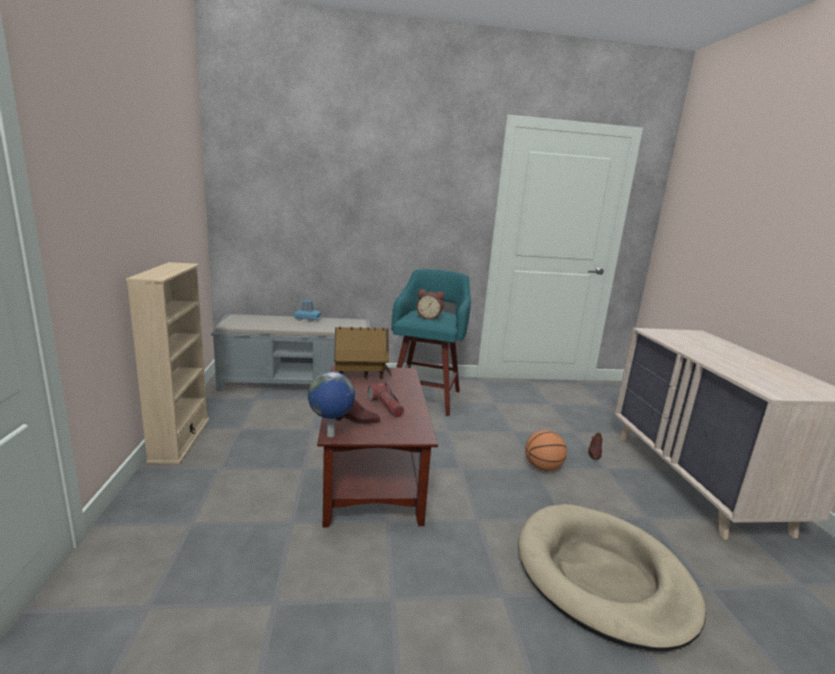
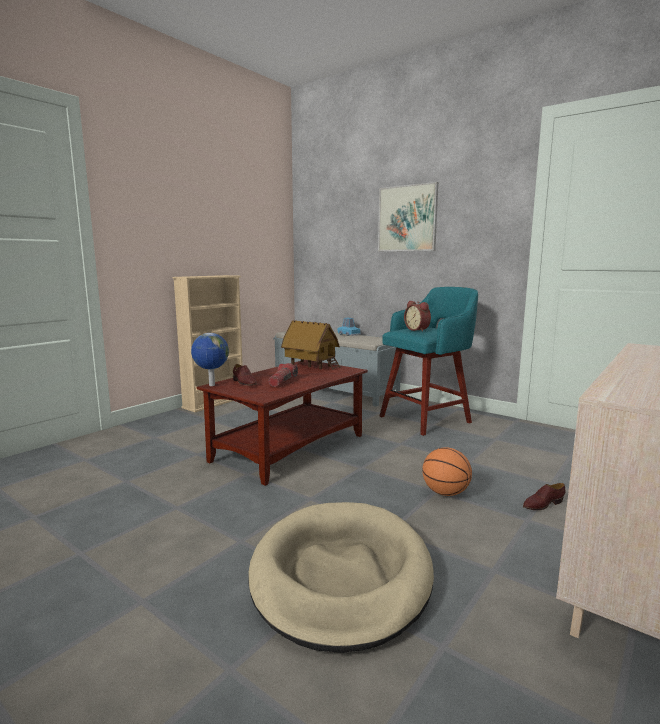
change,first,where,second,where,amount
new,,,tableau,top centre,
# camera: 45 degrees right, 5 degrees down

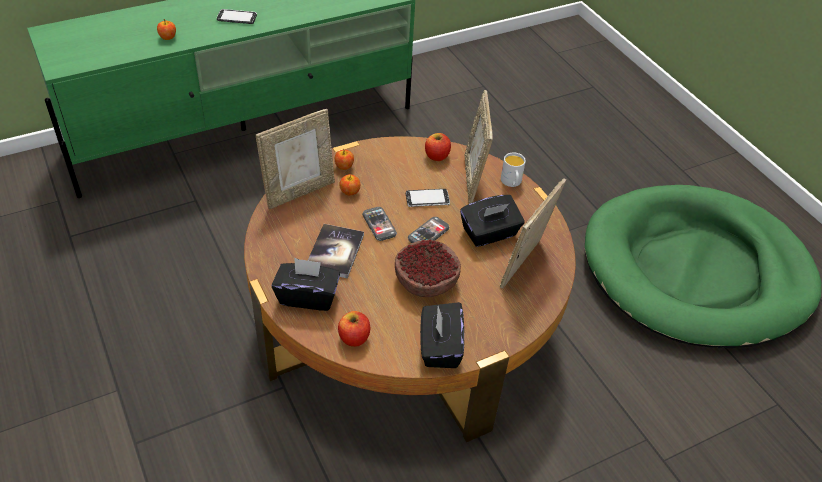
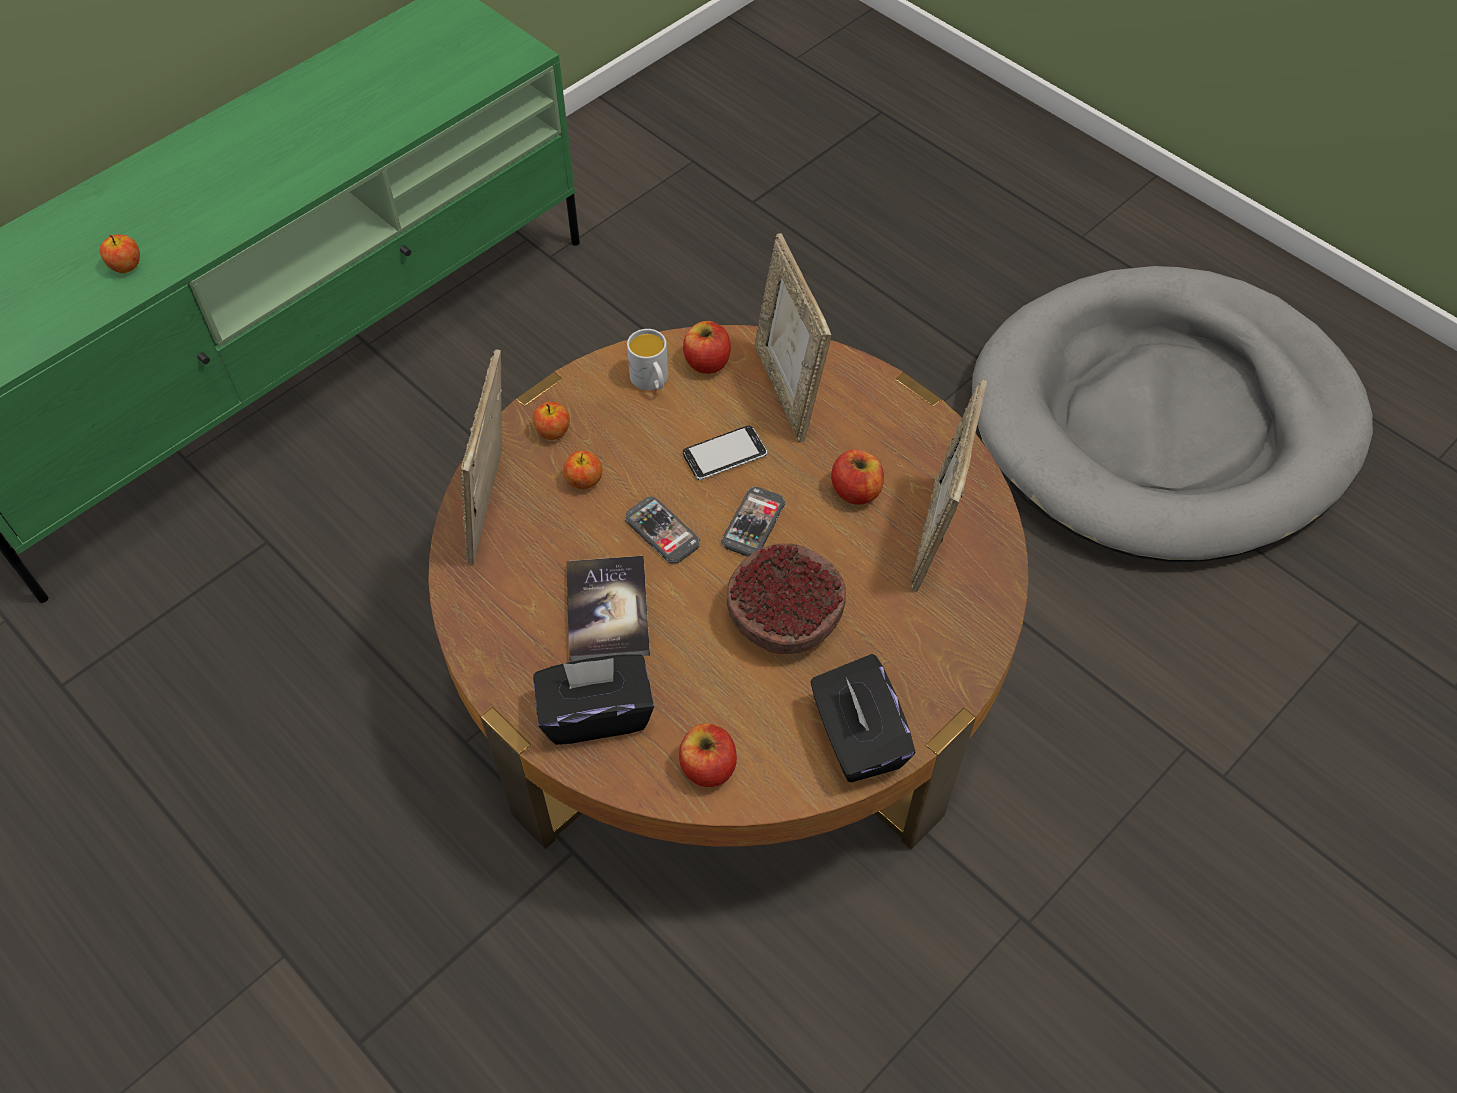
change,first,where,second,where,amount
gone,téléphone (no. 1 from left),top left,,,
rotated,cadre photo (no. 1 from left),top centre,,middle left,150 degrees clockwise
shifted,mug (blanc),centre,,top centre,
repainted,panier pour chien (vert),middle right,panier pour chien (gris),middle right,
swapped,boîte à mouchoirs (noir) (no. 3 from left),centre,pomme (no. 6 from left),centre,
# camera: 15 degrees left, 10 degrees up

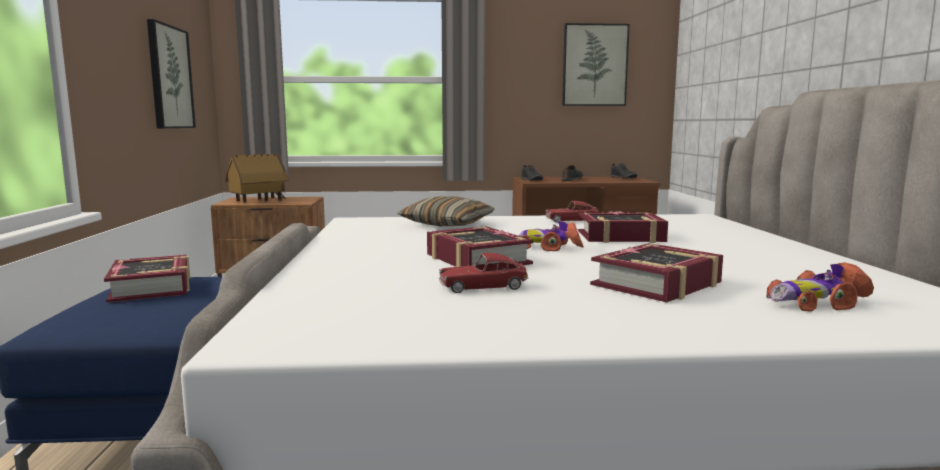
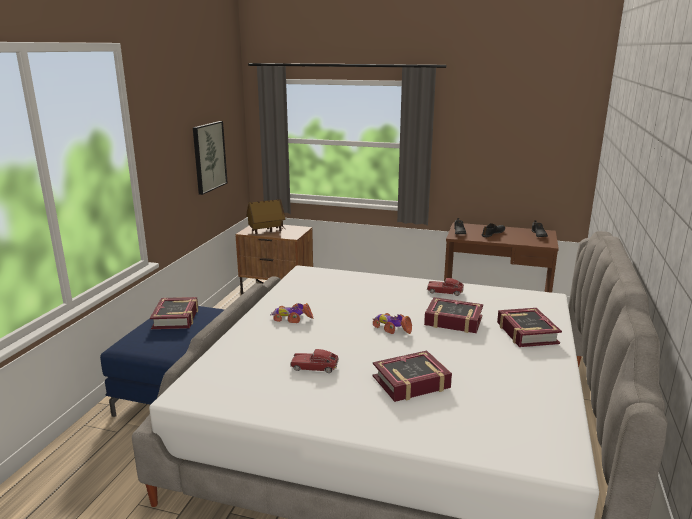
change,first,where,second,where,amount
gone,tableau (no. 2 from left),top centre,,,
gone,coussin,centre,,,
shifted,livre (no. 2 from left in the first image),centre,livre (no. 4 from left),middle right,
shifted,petite voiture (no. 4 from left in the first image),middle right,petite voiture (no. 1 from left),centre,
# camera: 20 degrees right, 10 degrees up

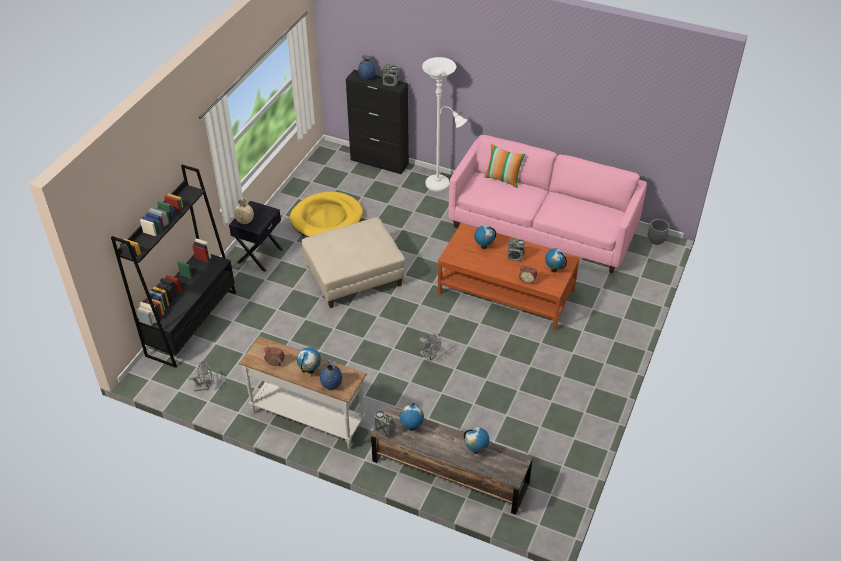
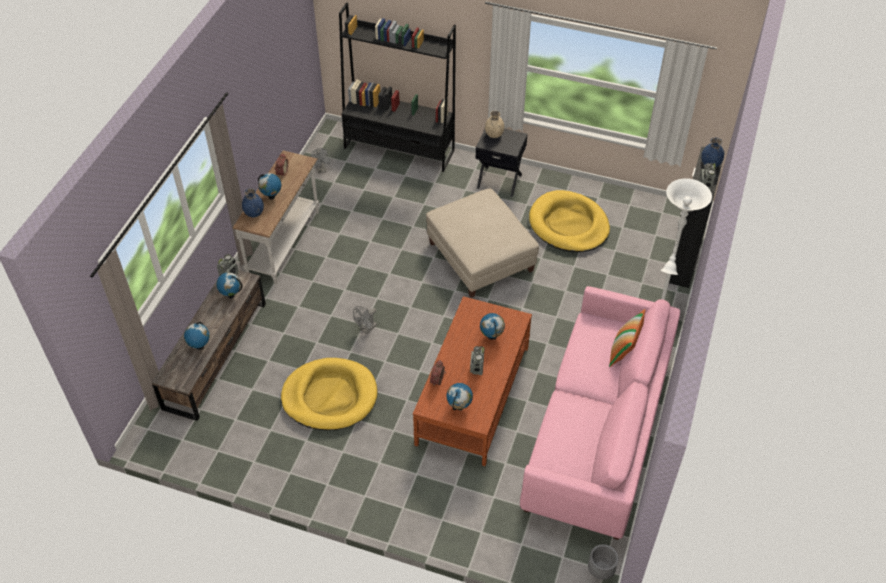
change,first,where,second,where,amount
new,,,panier pour chien (jaune) (no. 1 from left),bottom centre,
# camera: 85 degrees right, 5 degrees up

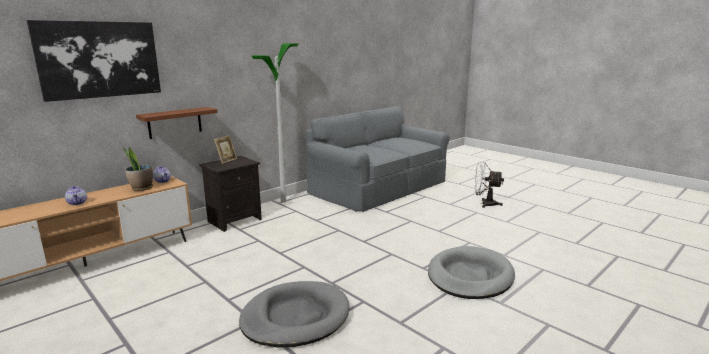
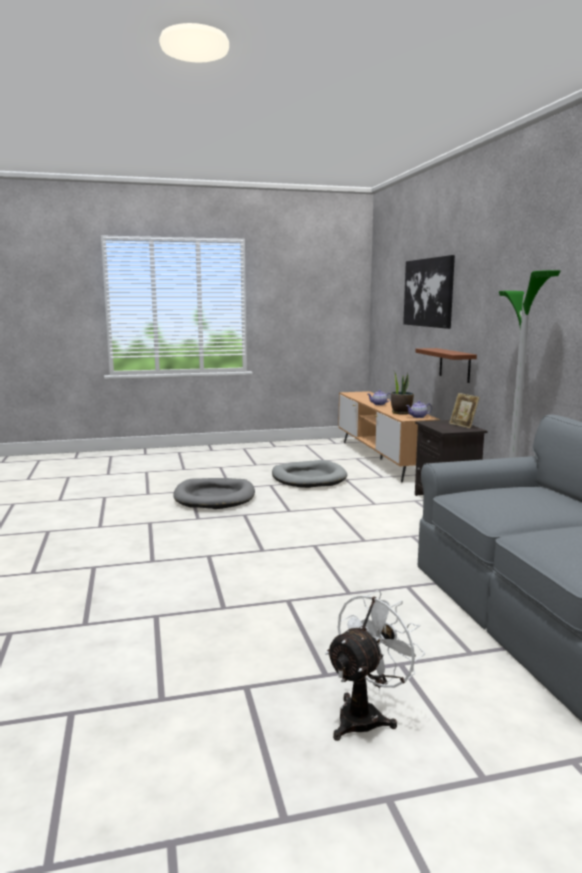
change,first,where,second,where,amount
shifted,panier pour chien (gris) (no. 2 from left),bottom centre,,centre,
# camera: 120 degrees right, 5 degrees down

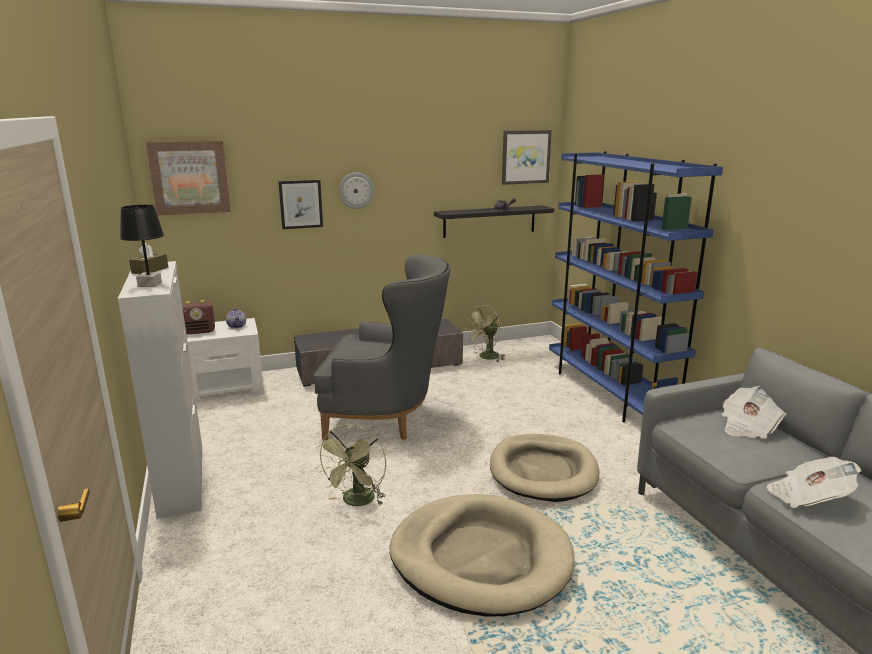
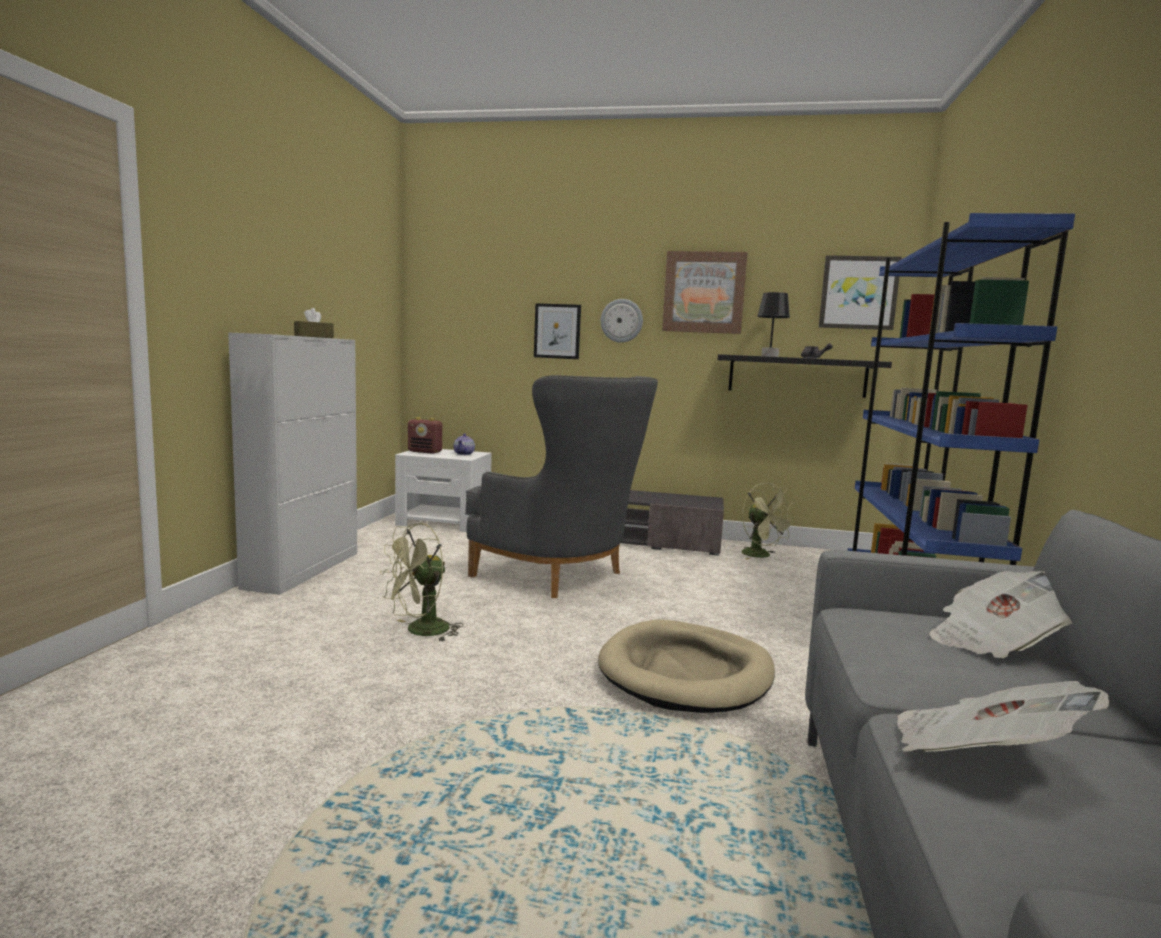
change,first,where,second,where,amount
shifted,tableau (no. 1 from left in the first image),top left,tableau (no. 2 from left),top centre,
shifted,lampe de table (noir),middle left,,centre,
rotated,ventilateur (vert) (no. 2 from left),centre,,centre,120 degrees counterclockwise
gone,panier pour chien (beige) (no. 1 from left),bottom centre,,,
# camera: 30 degrees right, 10 degrees down

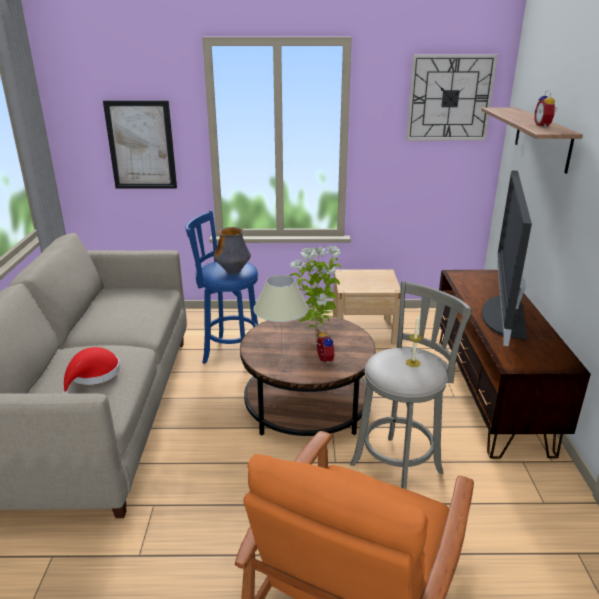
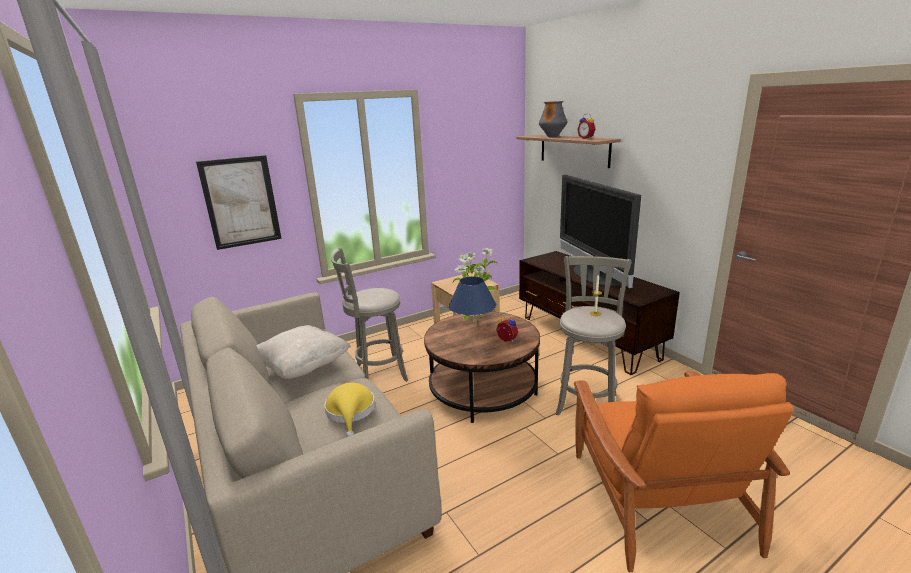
change,first,where,second,where,amount
gone,horloge murale,top right,,,
repainted,tabouret (bleu),centre,tabouret (gris) (no. 1 from left),centre,
shifted,vase,centre,,top centre,
repainted,lampe de table (beige),centre,lampe de table (bleu),centre,
repainted,chapeau (rouge),middle left,chapeau (jaune),bottom centre,
new,,,coussin (beige),middle left,
# camera: 30 degrees left, 5 degrees down

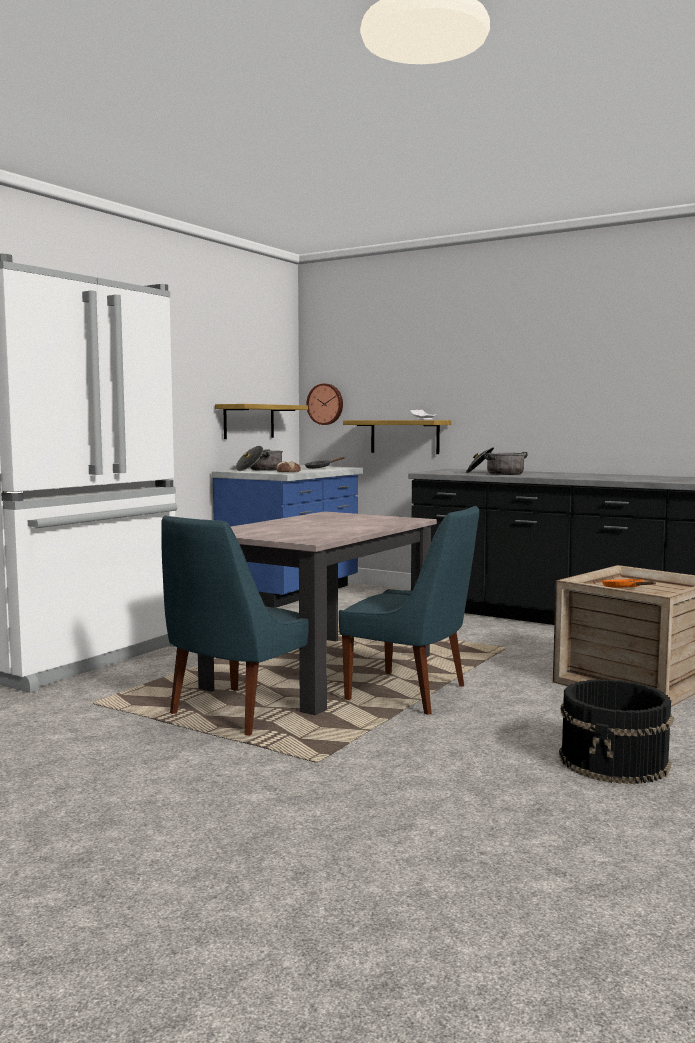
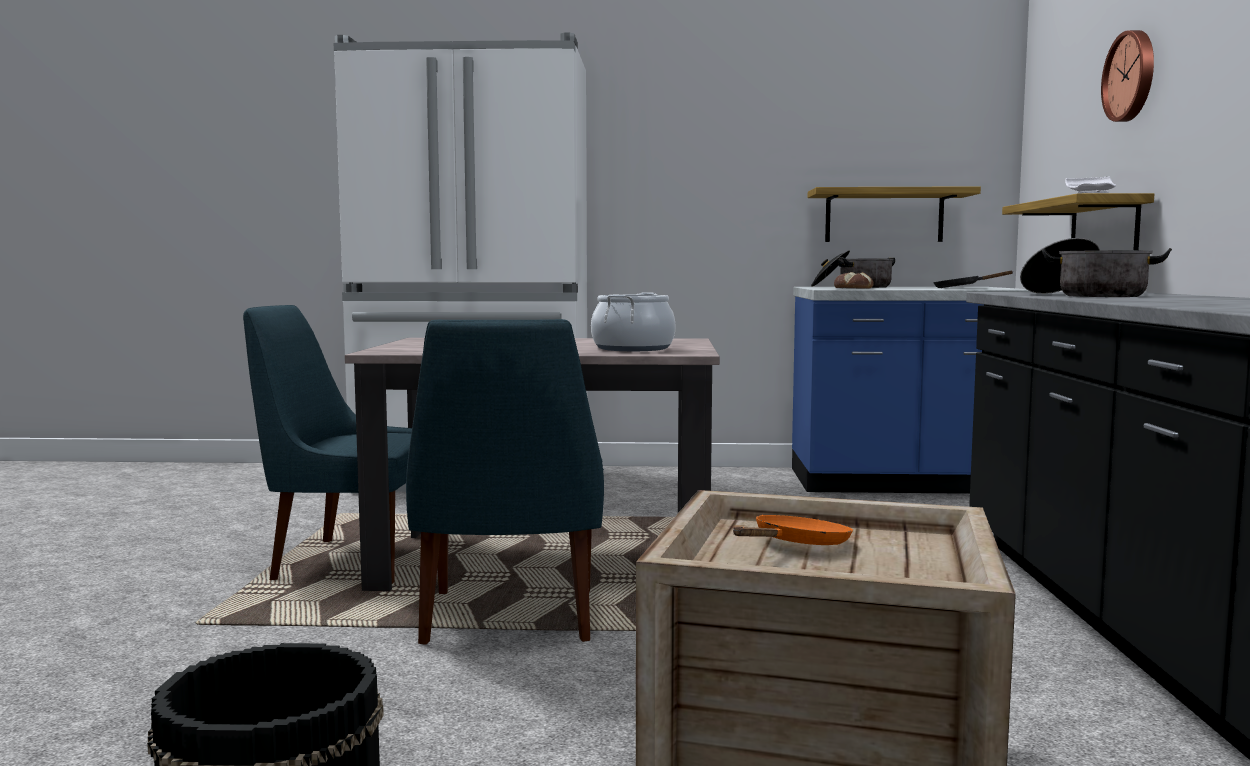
change,first,where,second,where,amount
shifted,horloge murale,centre,,top right,
new,,,marmite (no. 1 from left),centre,
# camera: 60 degrees right, 0 degrees up

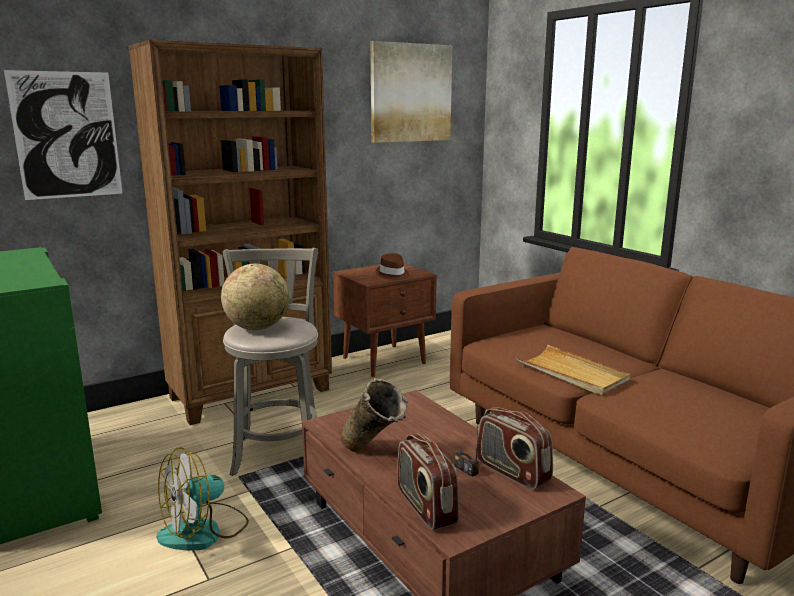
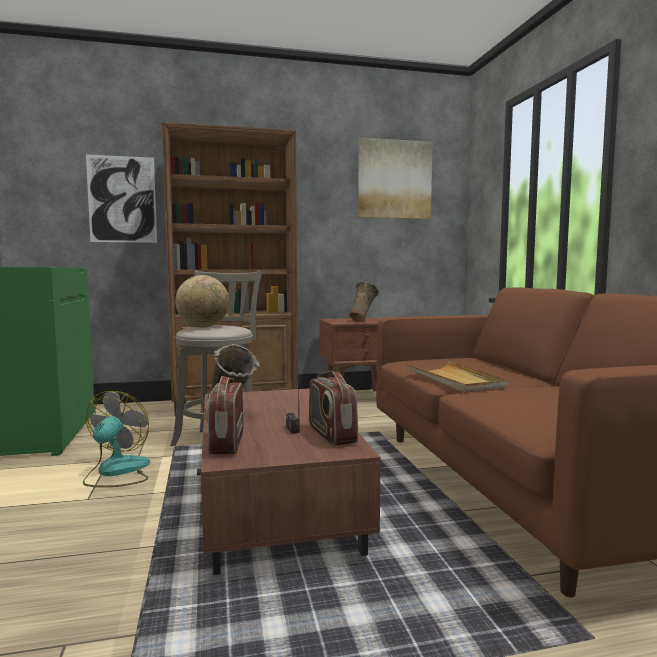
change,first,where,second,where,amount
swapped,chapeau (marron),centre,vase (beige) (no. 2 from left),centre,
rotated,ventilateur,bottom left,,bottom left,120 degrees clockwise
# camera: 20 degrees right, 10 degrees down

